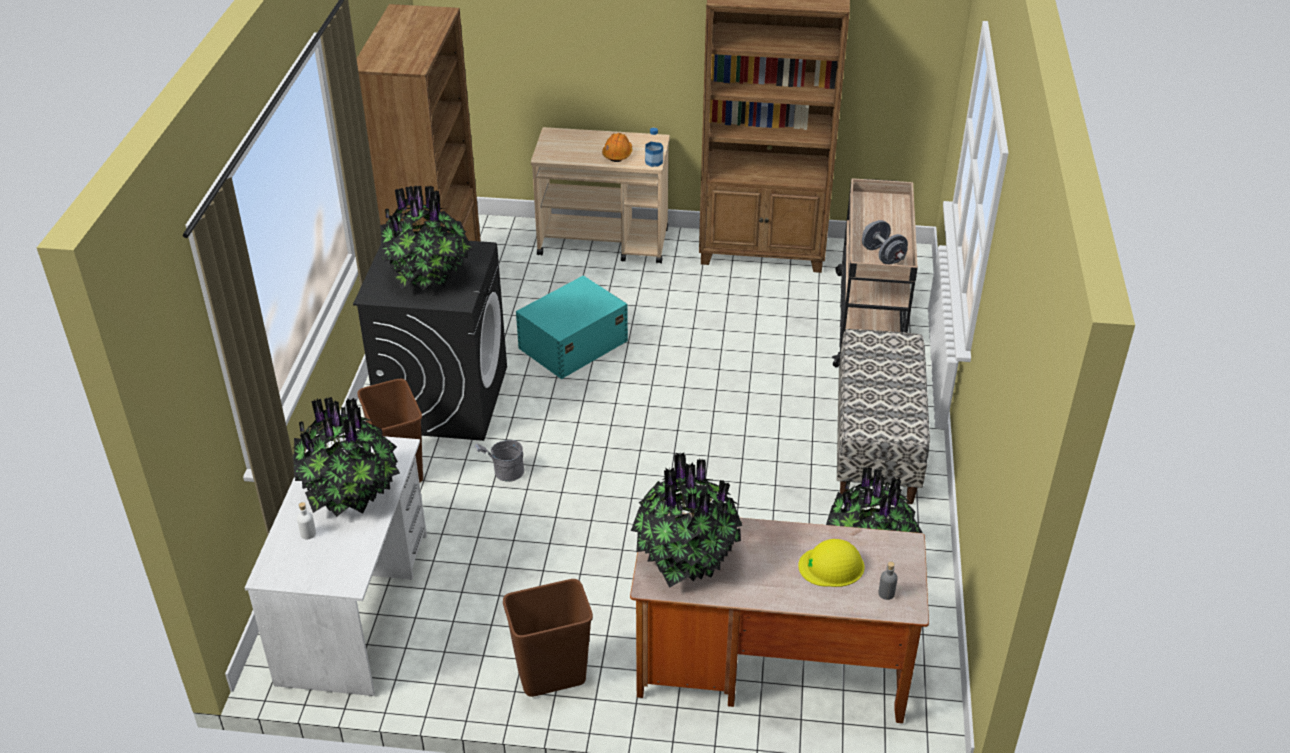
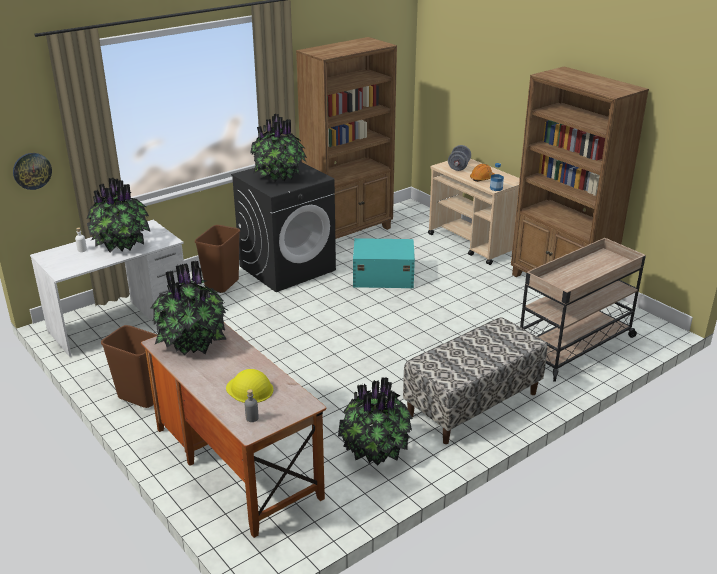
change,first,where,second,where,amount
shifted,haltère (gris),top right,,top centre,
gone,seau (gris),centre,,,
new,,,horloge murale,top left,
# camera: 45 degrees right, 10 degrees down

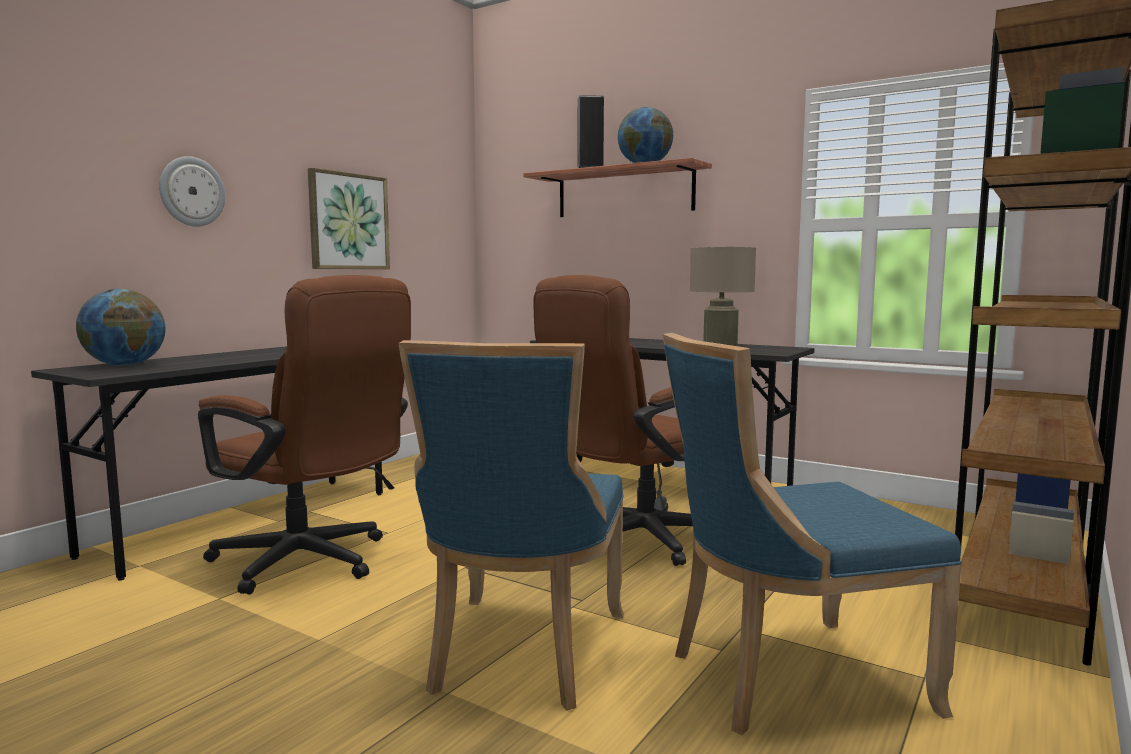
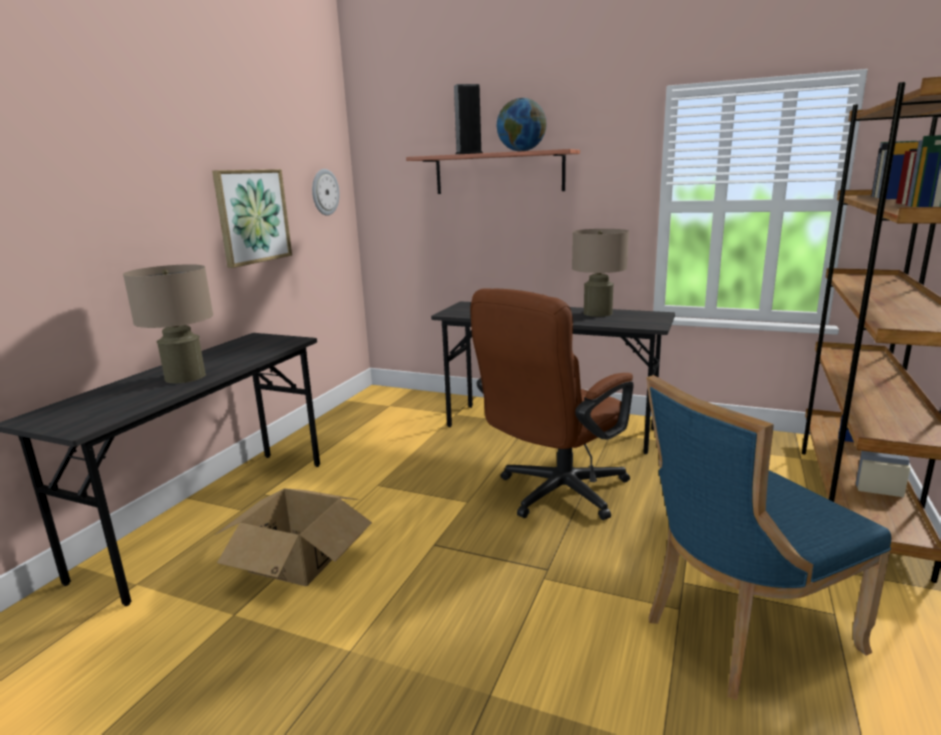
change,first,where,second,where,amount
shifted,horloge murale,top left,,top centre,
swapped,chaise de bureau (marron) (no. 1 from left),middle left,carton,bottom left,
gone,globe (no. 1 from left),middle left,,,
gone,chaise (bleu) (no. 1 from left),bottom centre,,,
new,,,lampe de table (beige) (no. 1 from left),middle left,
# camera: 10 degrees left, 10 degrees up

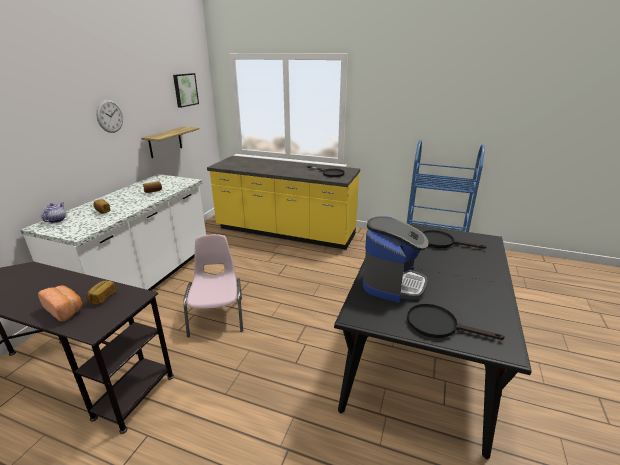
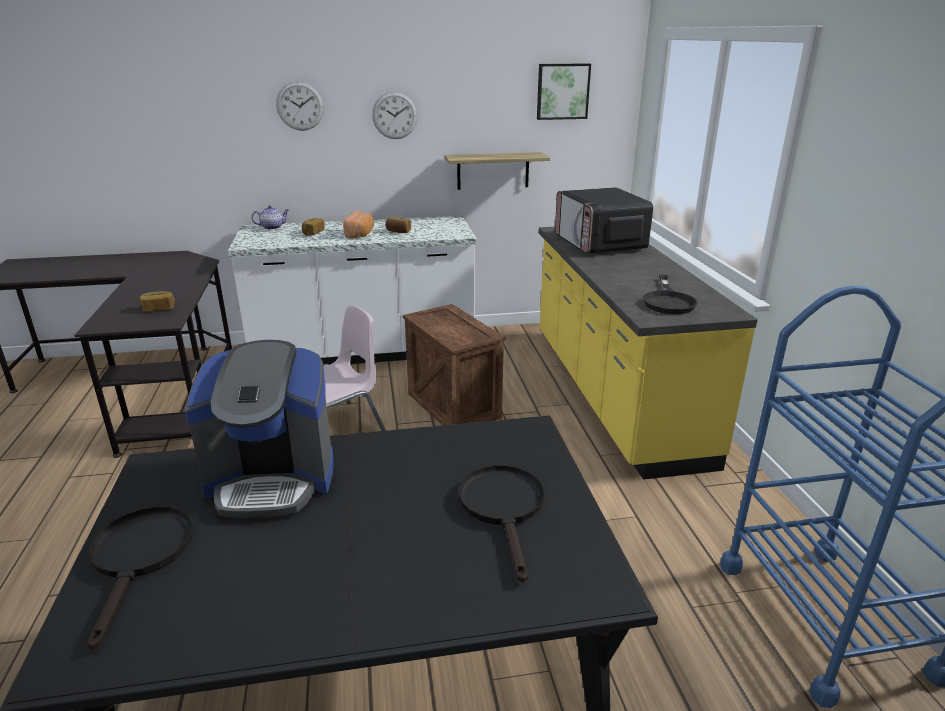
change,first,where,second,where,amount
shifted,pain (no. 1 from left in the first image),middle left,pain (no. 3 from left),top centre,
new,,,horloge murale (no. 1 from left),top left,
new,,,micro-ondes,top centre,
new,,,caisse,centre,
# camera: 60 degrees right, 0 degrees up

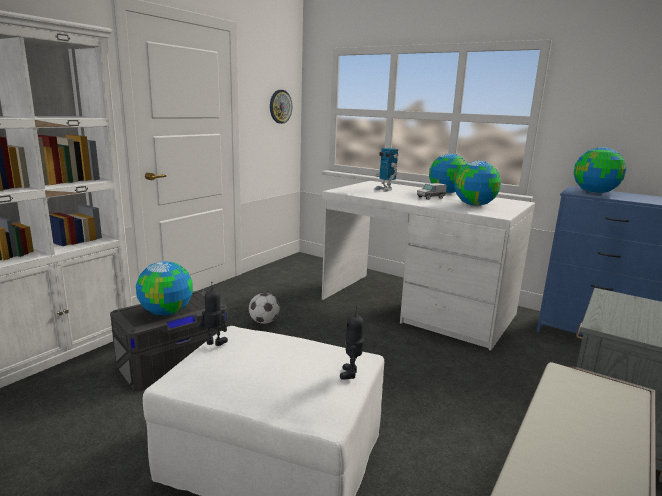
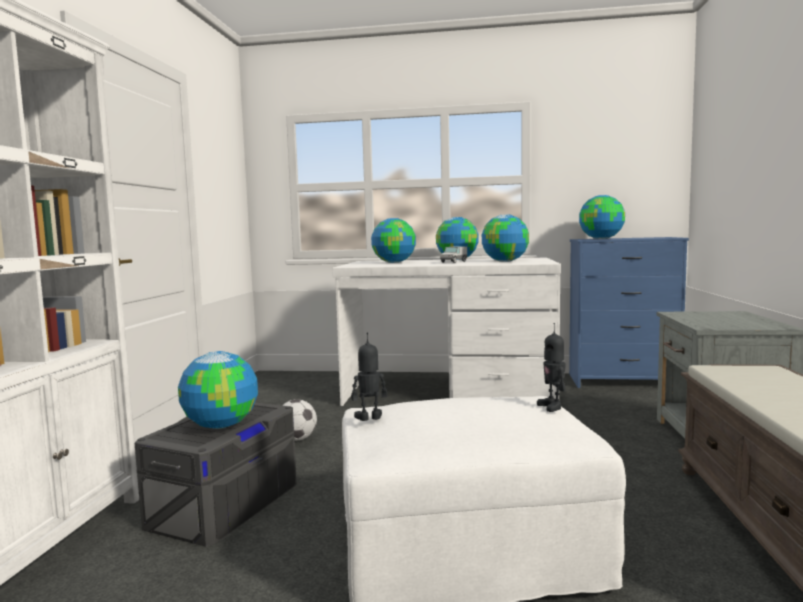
change,first,where,second,where,amount
gone,horloge murale,top centre,,,
swapped,robot jouet (no. 3 from left),centre,globe (no. 2 from left),centre,
# camera: 25 degrees left, 10 degrees down

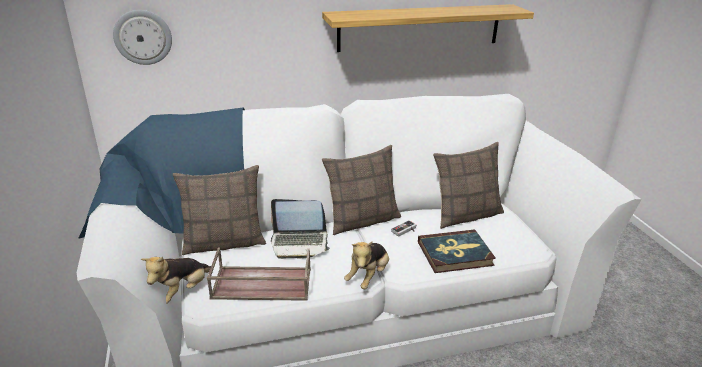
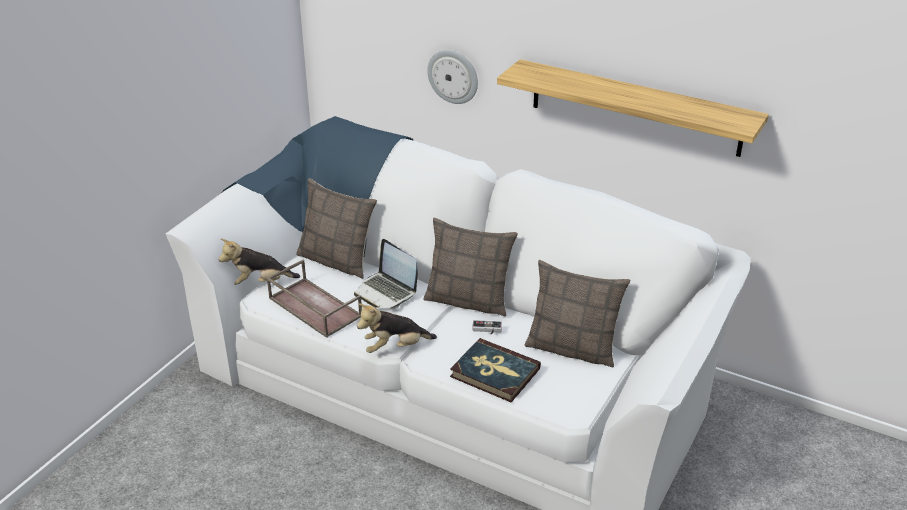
change,first,where,second,where,amount
shifted,horloge murale,top left,,top centre,
# camera: 45 degrees right, 5 degrees up

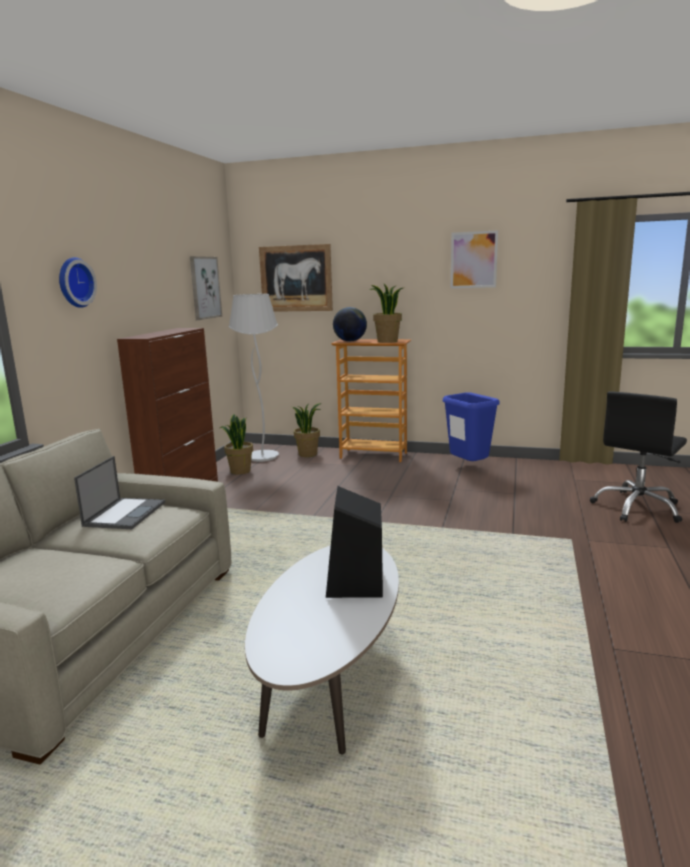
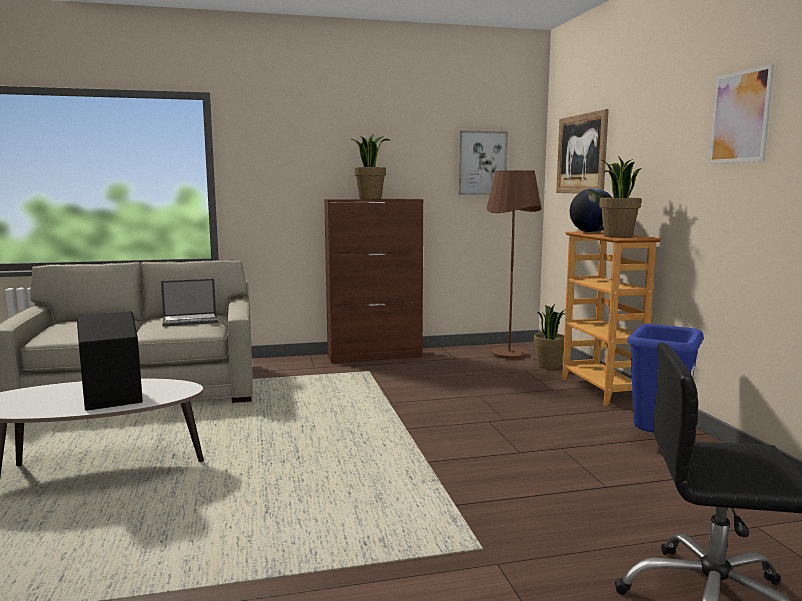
change,first,where,second,where,amount
gone,horloge murale,top left,,,
repainted,lampadaire (blanc),centre,lampadaire (marron),centre,
shifted,plante en pot (no. 1 from left),centre,,top centre,
# camera: 60 degrees right, 5 degrees down

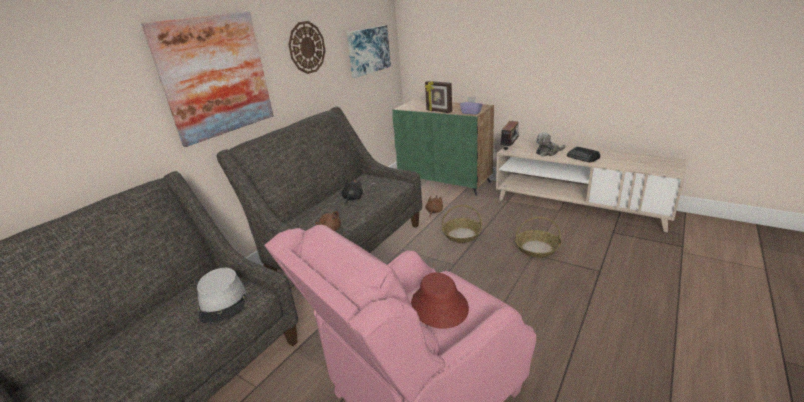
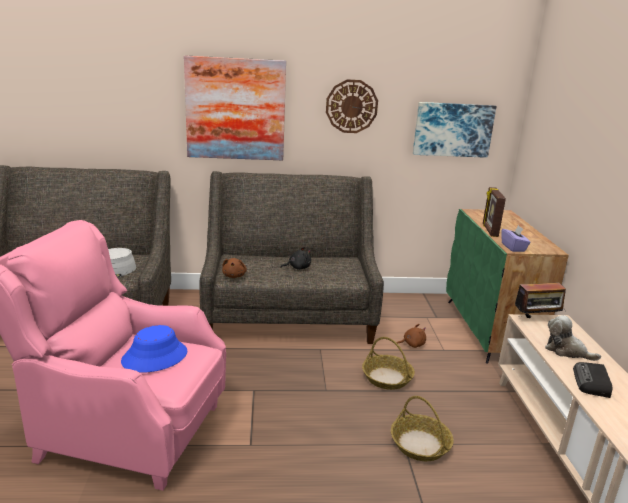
change,first,where,second,where,amount
repainted,chapeau (rouge),bottom centre,chapeau (bleu),bottom left,
# camera: 50 degrees right, 5 degrees down

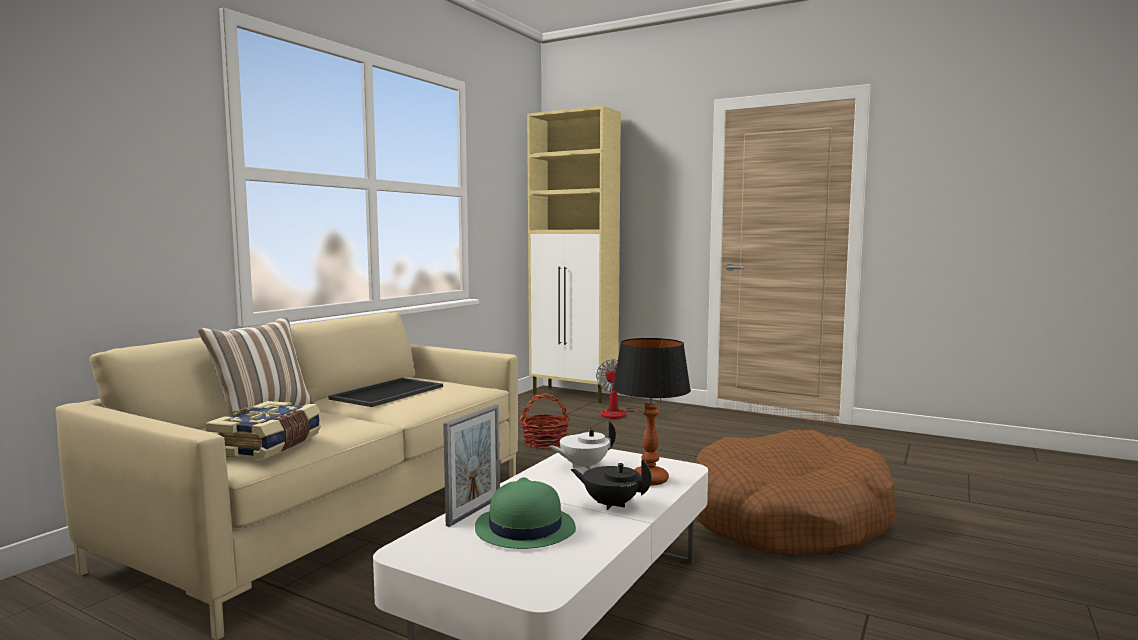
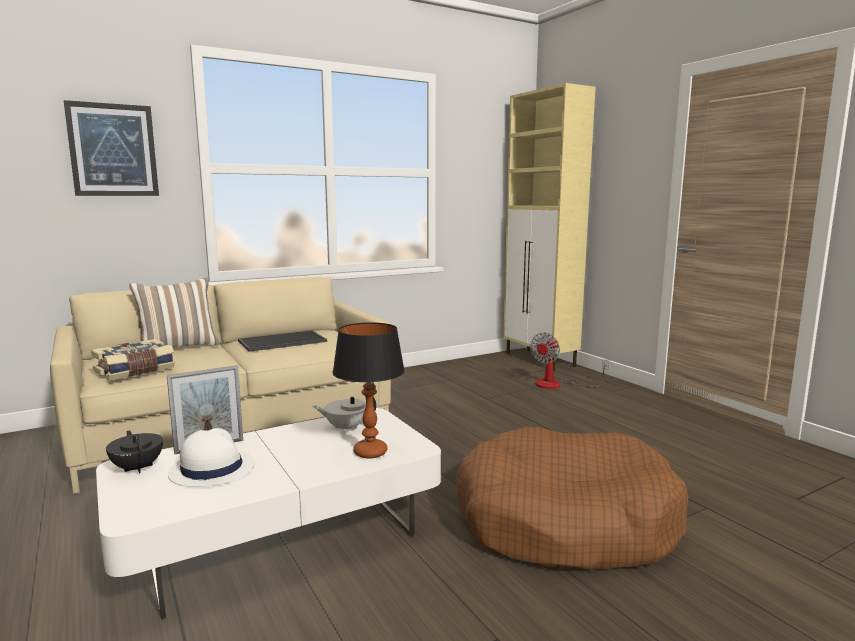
change,first,where,second,where,amount
gone,panier,centre,,,
shifted,théière (noir),bottom centre,,bottom left,
repainted,chapeau (vert),bottom centre,chapeau (blanc),bottom left,
new,,,tableau,top left,
# camera: 30 degrees right, 5 degrees up

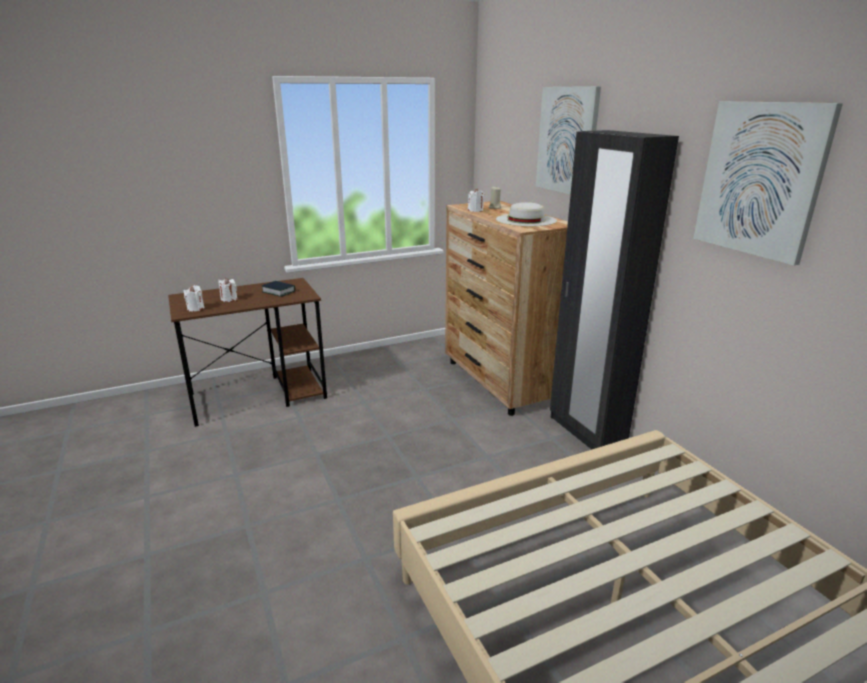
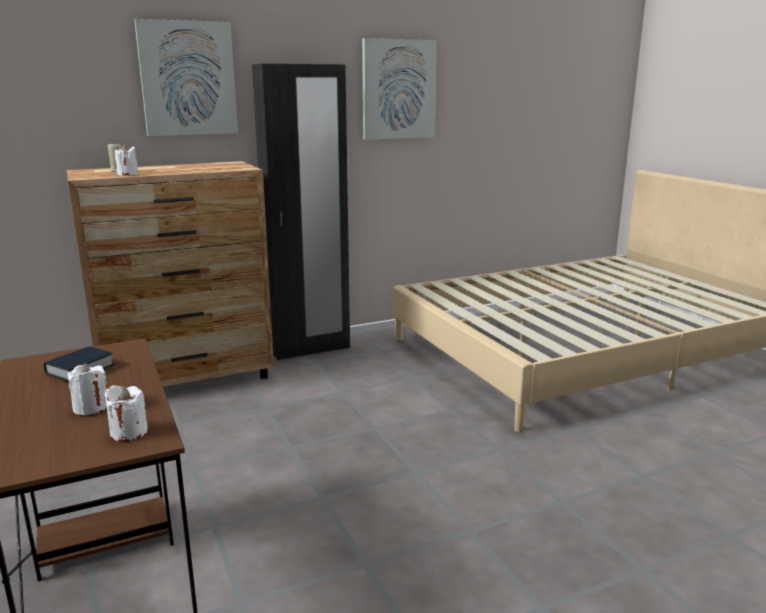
change,first,where,second,where,amount
gone,chapeau (blanc),top centre,,,
# camera: 90 degrees left, 5 degrees down

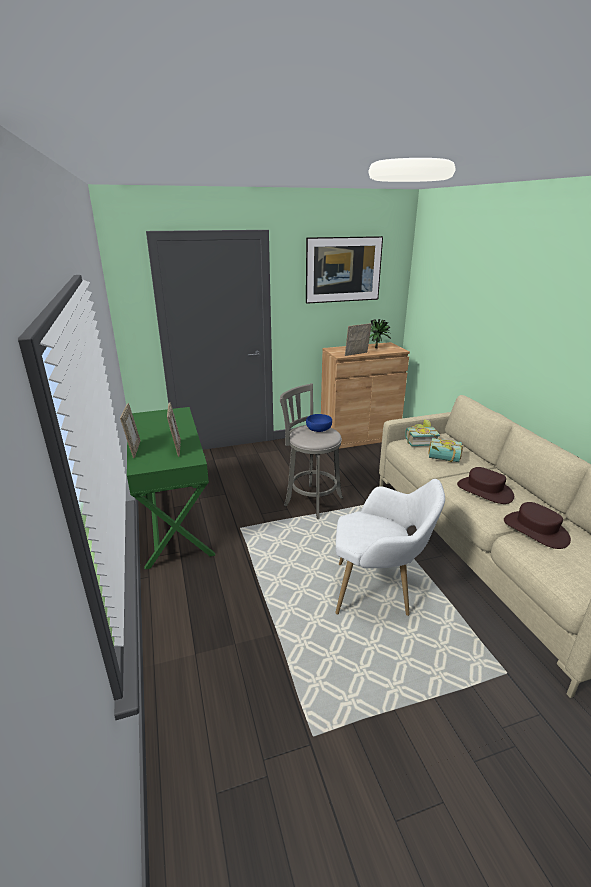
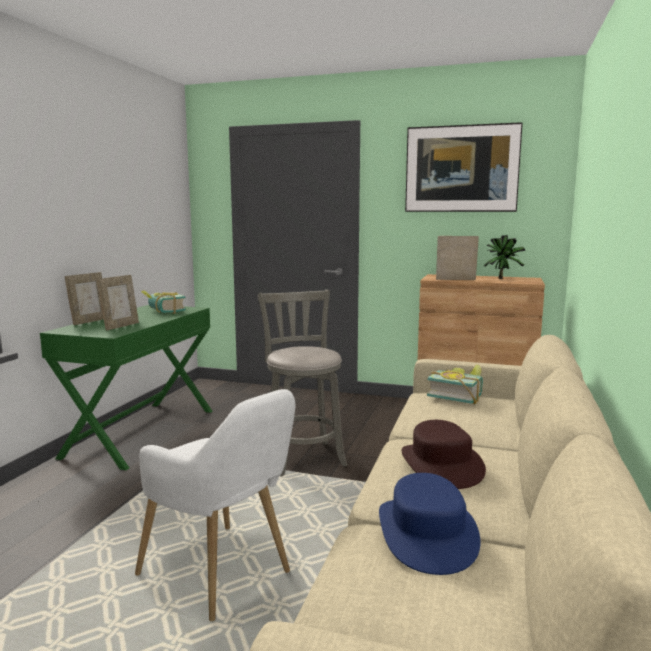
change,first,where,second,where,amount
gone,bol (bleu),centre,,,
shifted,livre (no. 2 from left in the first image),middle right,livre (no. 1 from left),middle left,
repainted,chapeau (marron) (no. 2 from left),middle right,chapeau (bleu),bottom centre,
# camera: 35 degrees right, 15 degrees down

